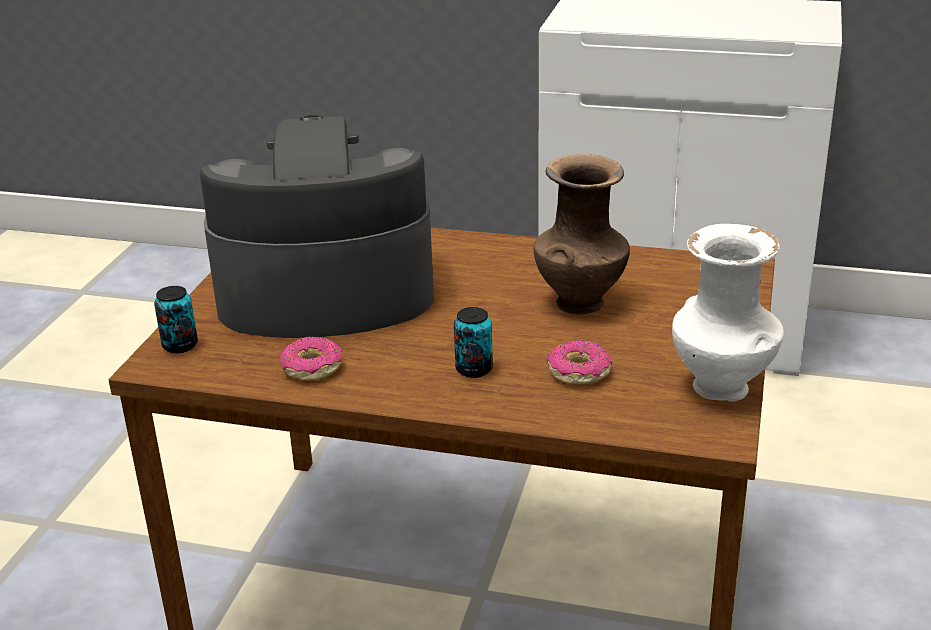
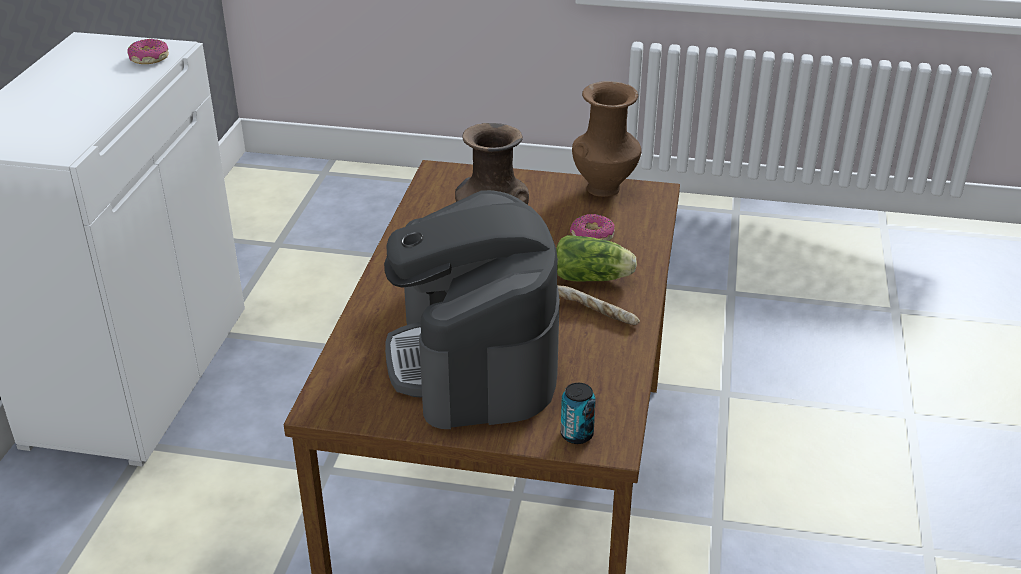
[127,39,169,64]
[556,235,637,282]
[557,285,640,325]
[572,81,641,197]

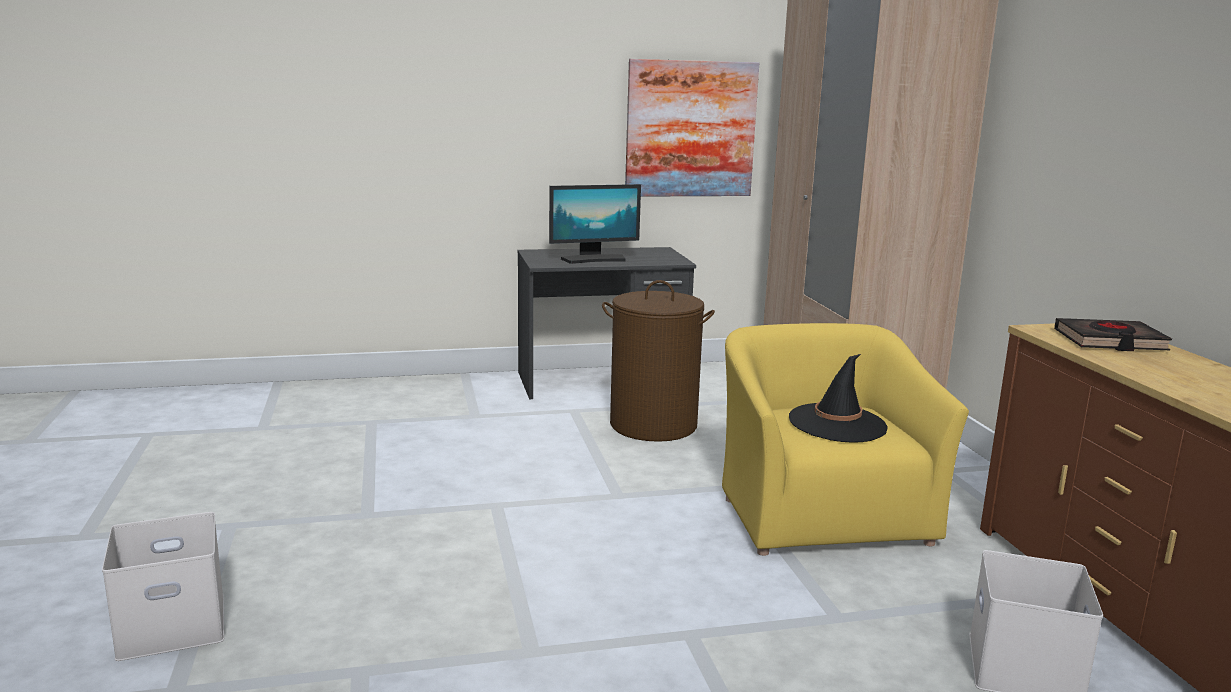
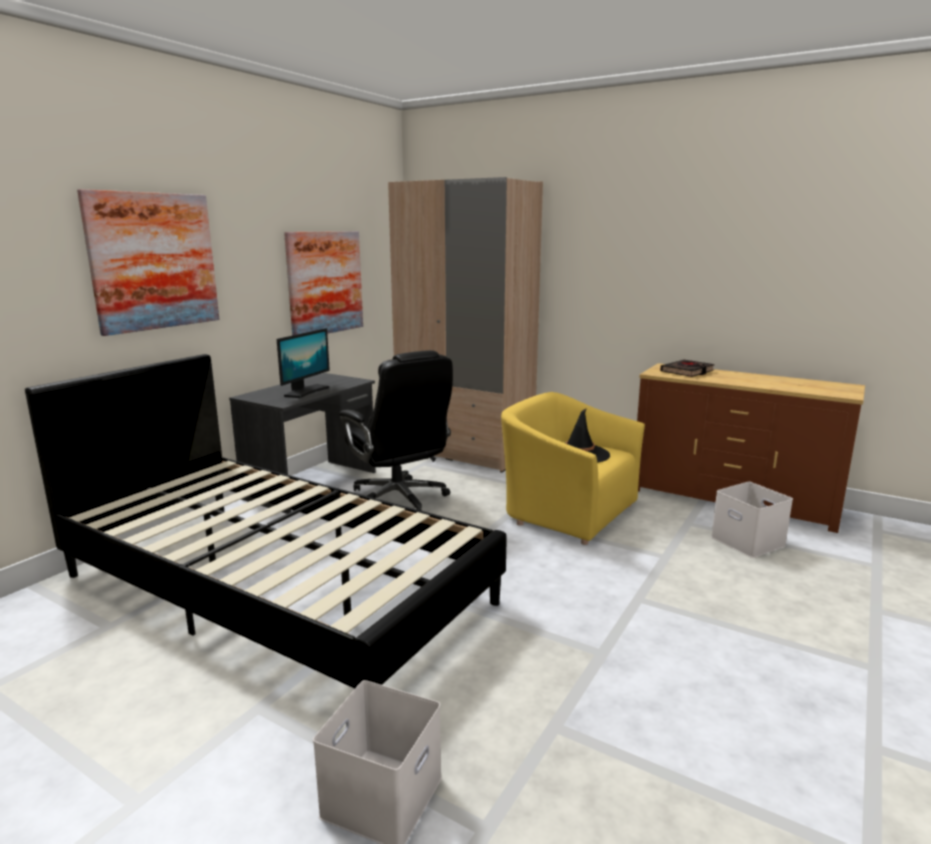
[25,354,507,689]
[77,189,219,336]
[339,350,453,511]

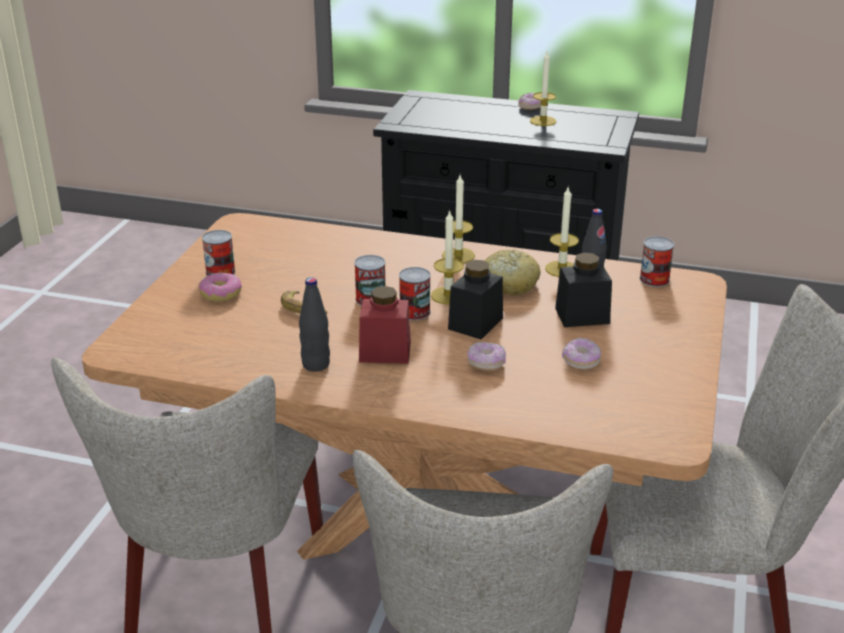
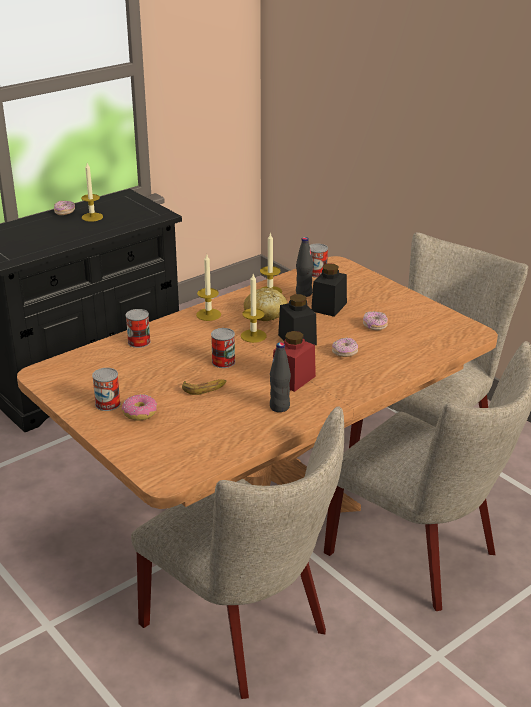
[126,309,151,348]

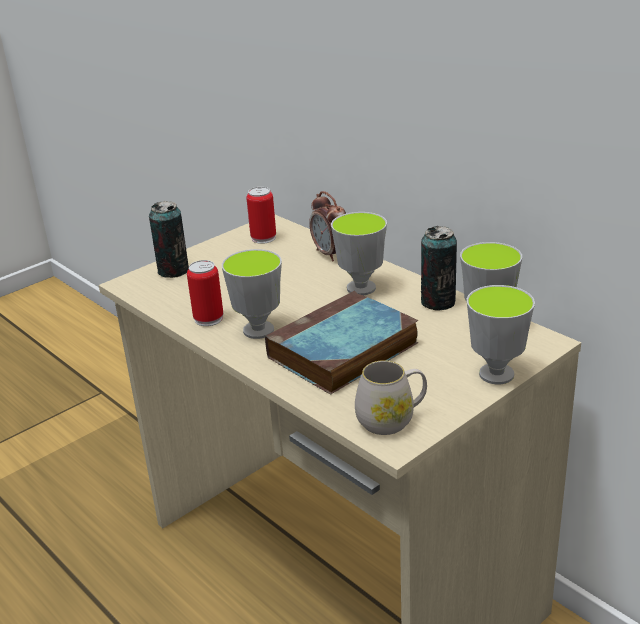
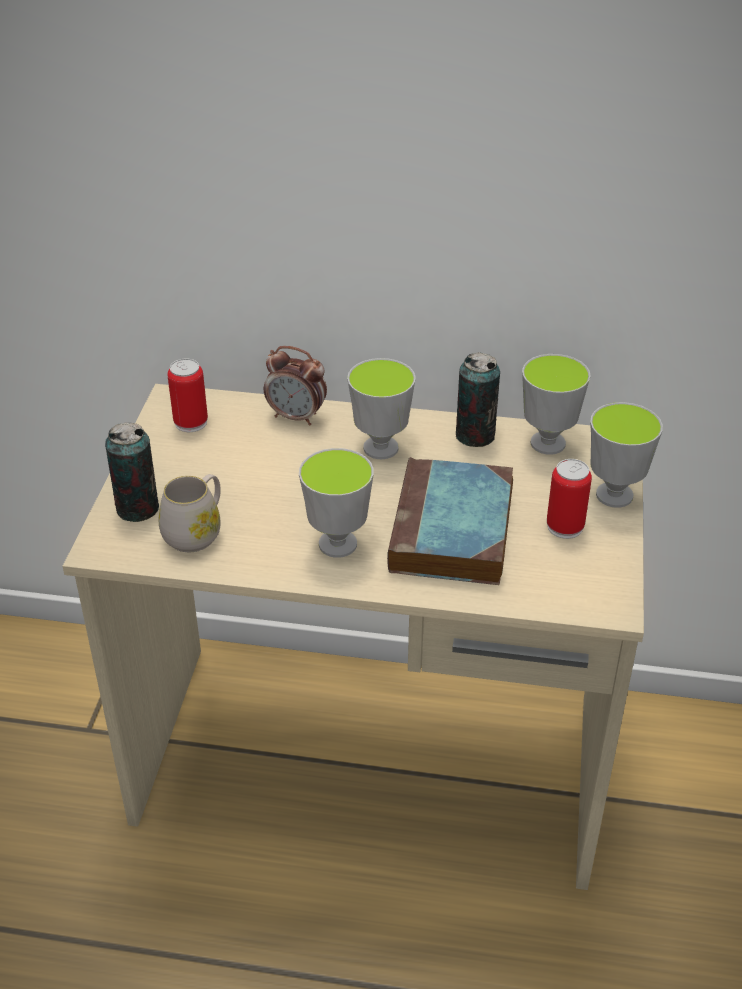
[159,474,221,552]
[547,459,592,539]

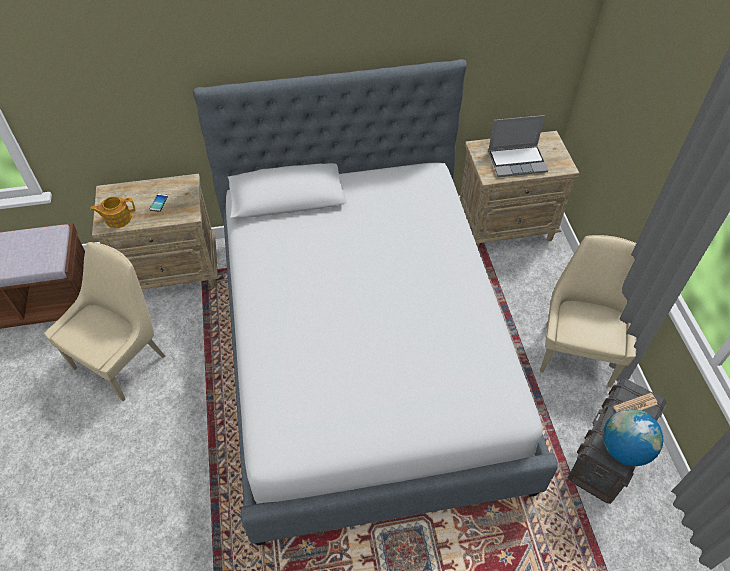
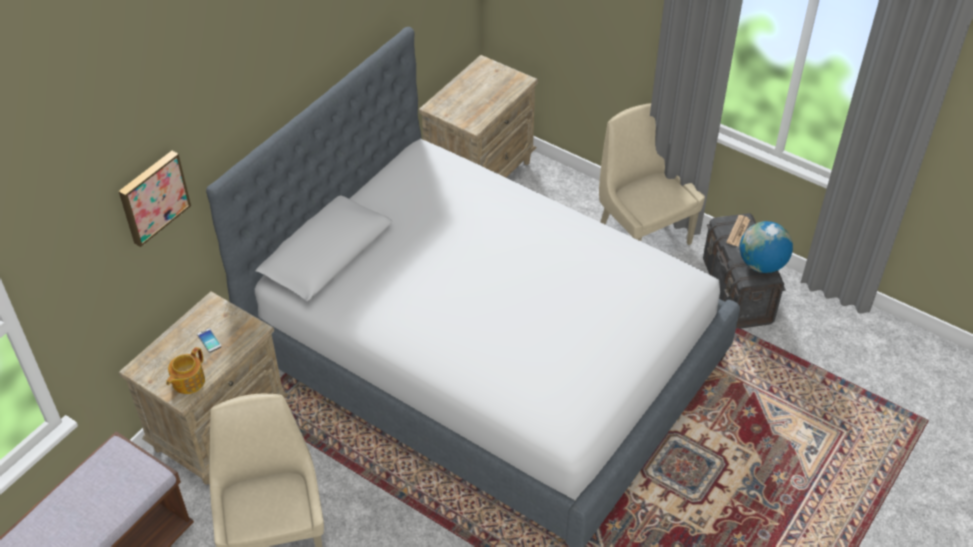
[119,151,191,247]
[488,115,548,177] (first image)

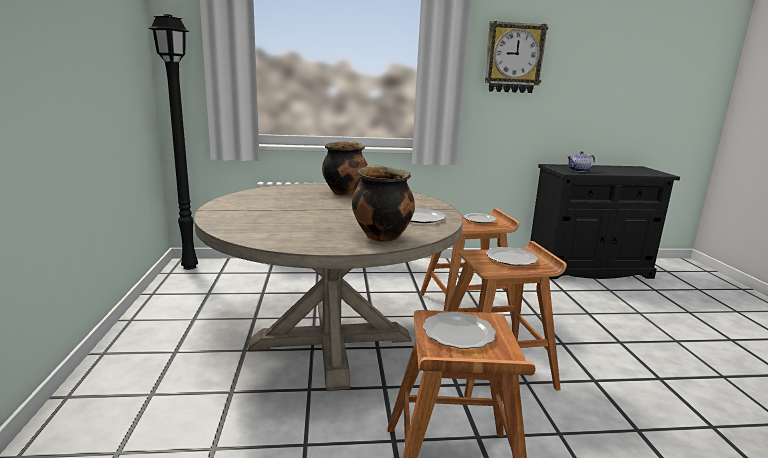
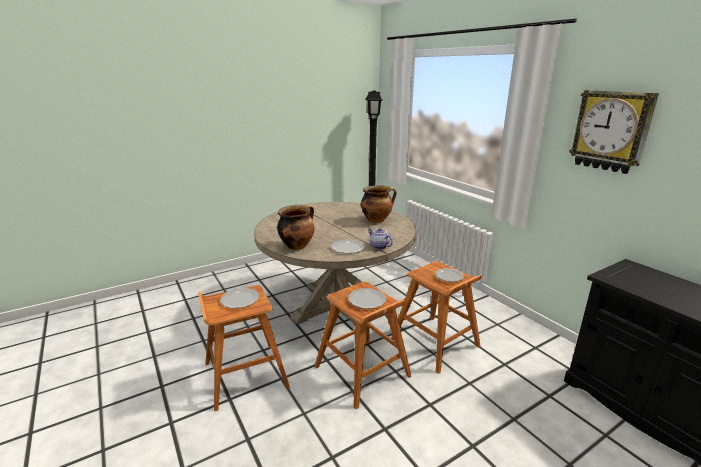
[368,228,393,249]

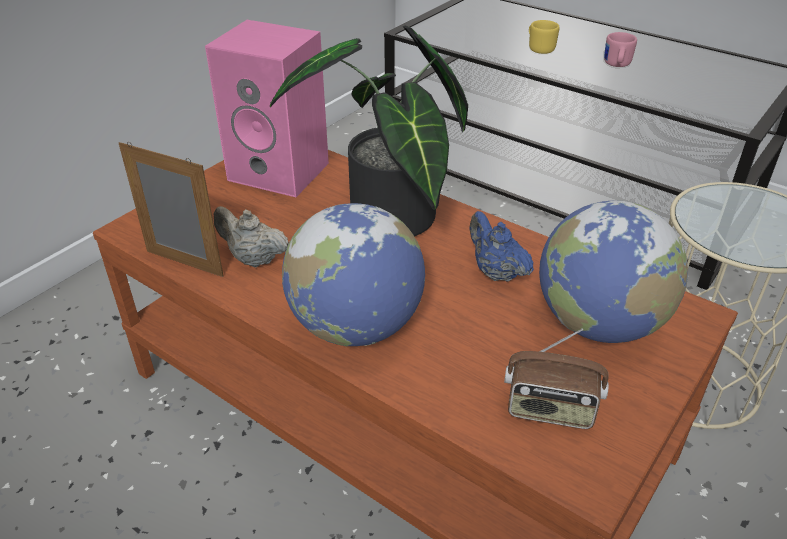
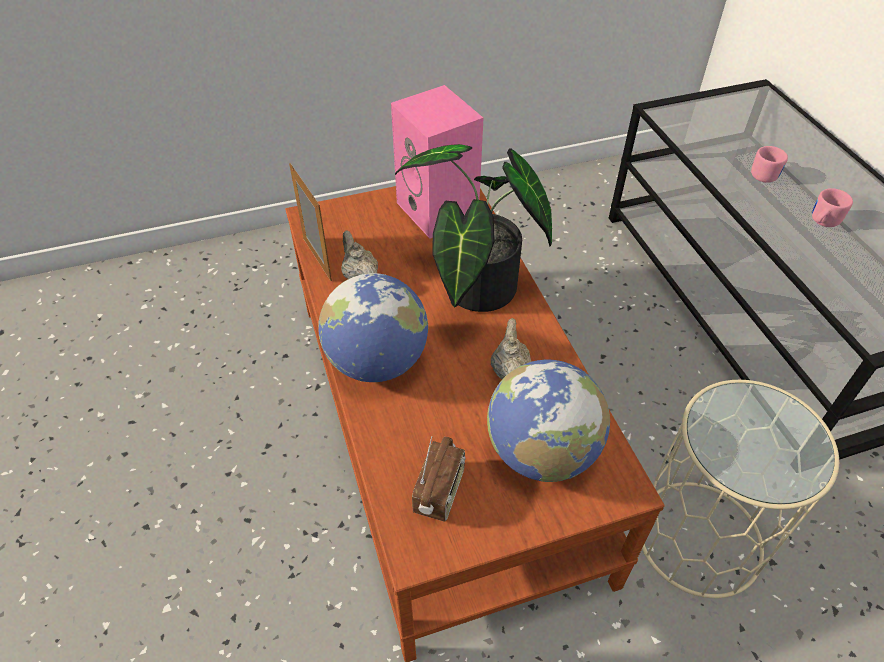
[412,436,466,522]
[491,318,532,379]
[751,146,788,183]

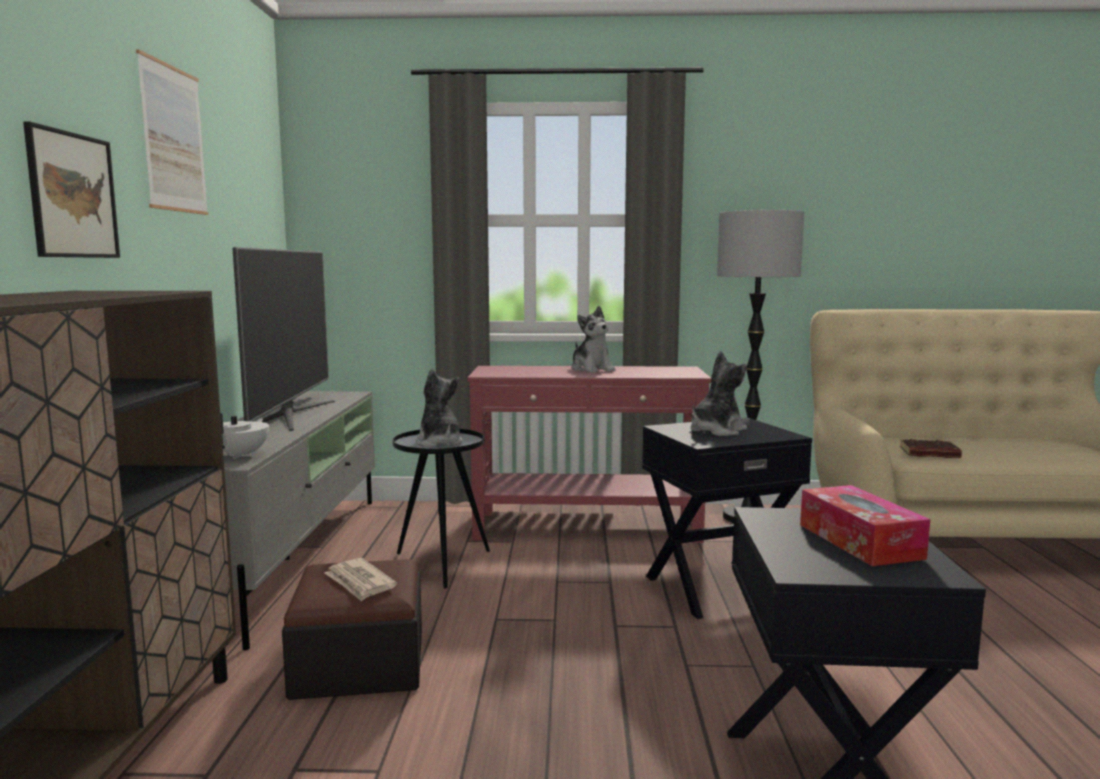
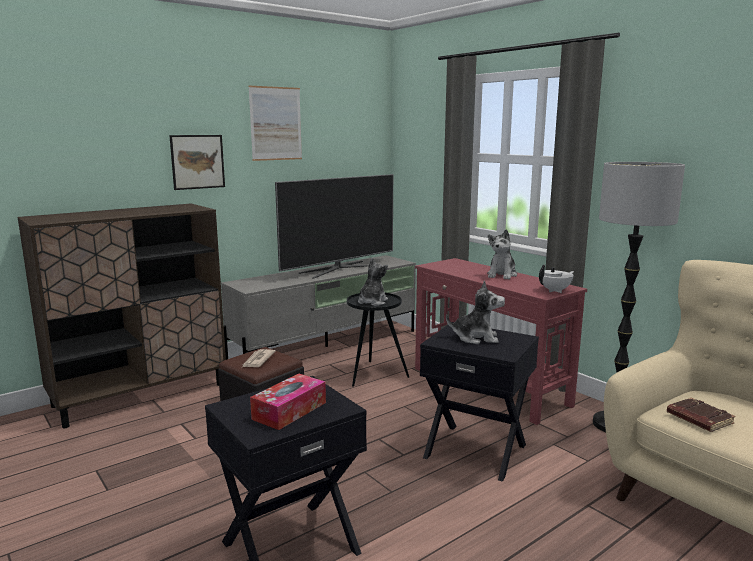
[539,265,574,293]

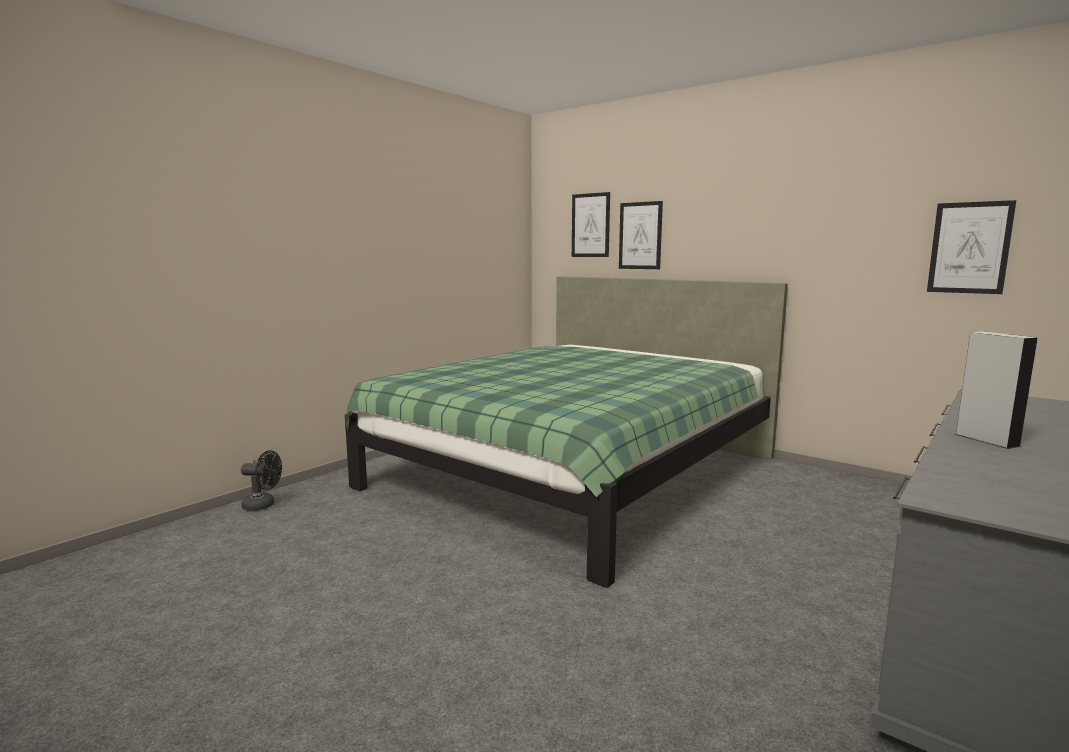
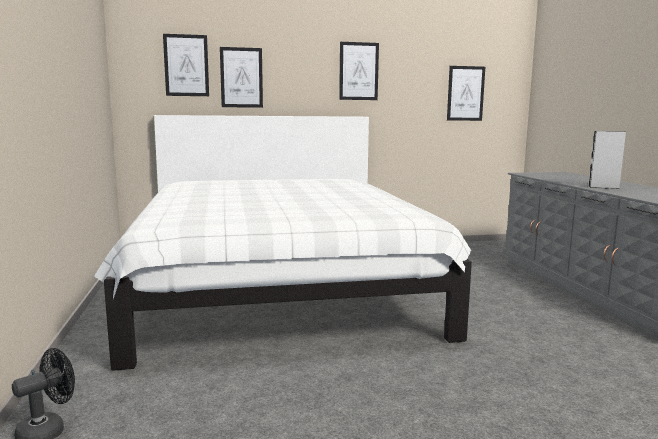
[94,115,472,371]
[339,42,379,100]

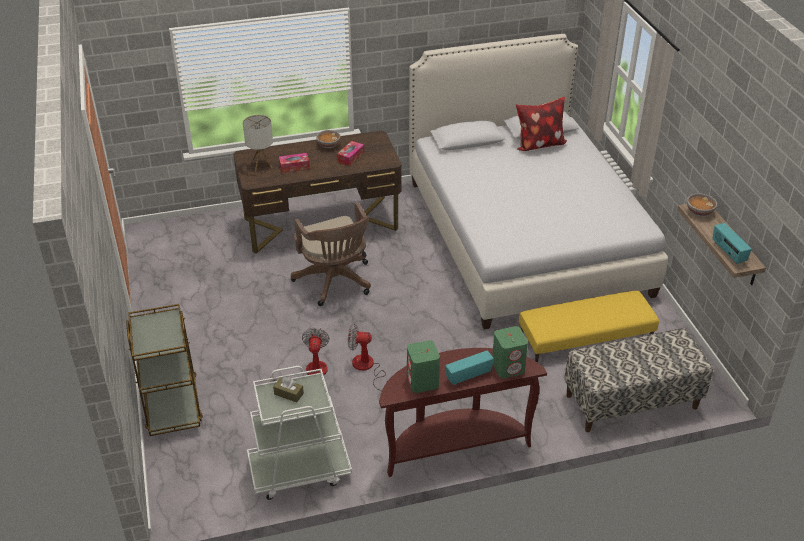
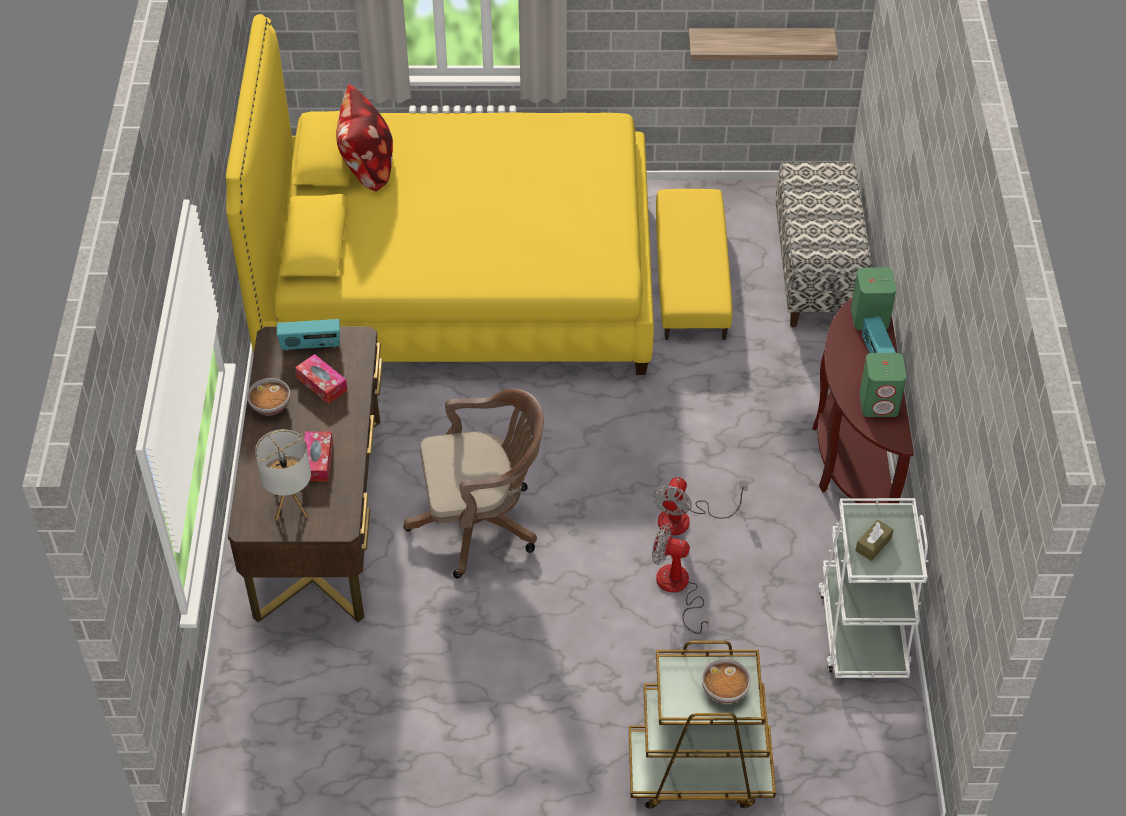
[226,14,654,375]
[277,319,340,351]
[702,658,751,704]

